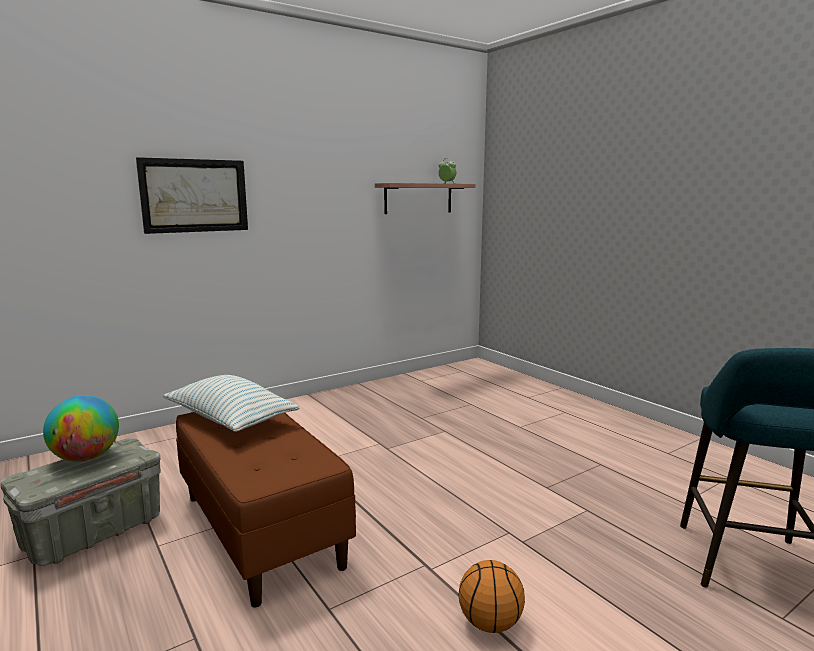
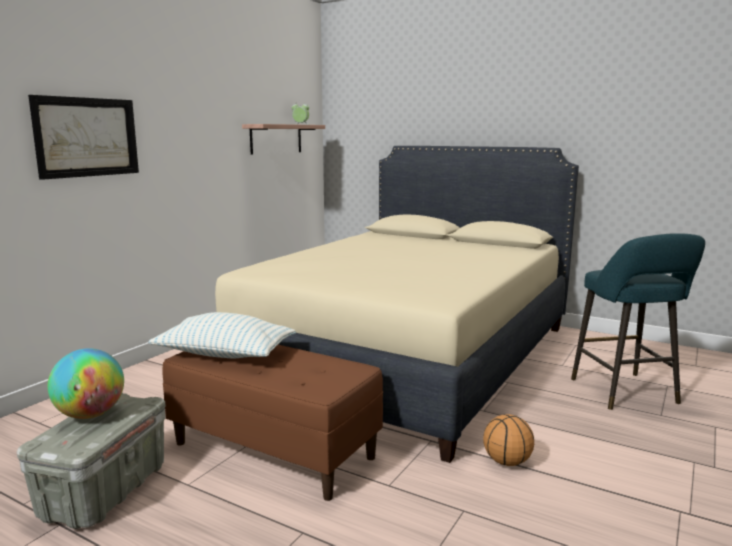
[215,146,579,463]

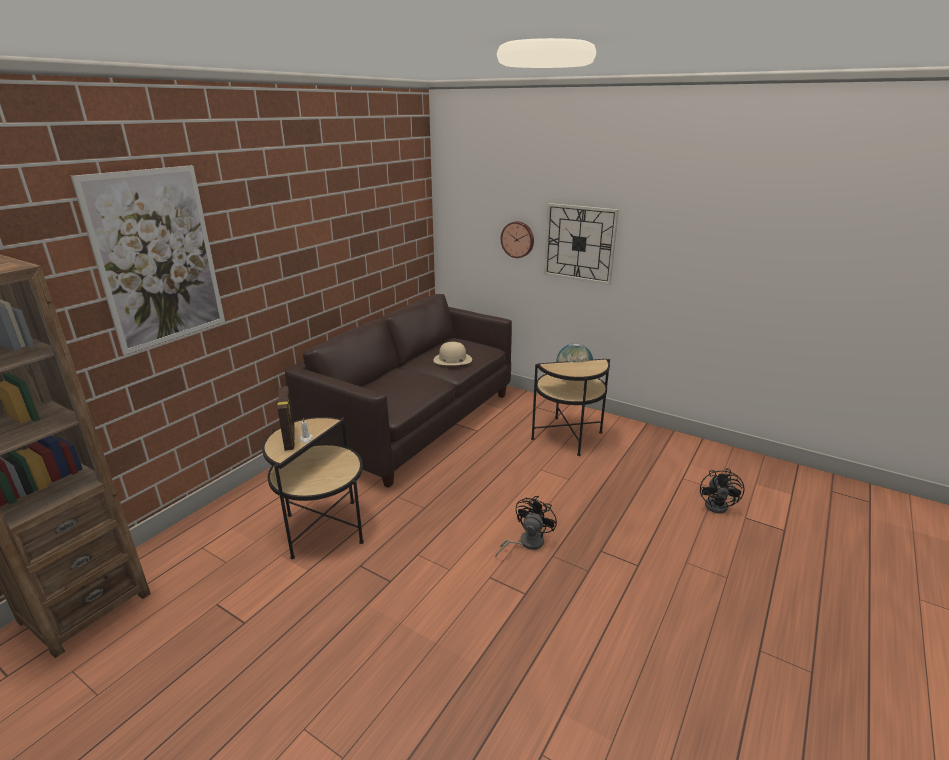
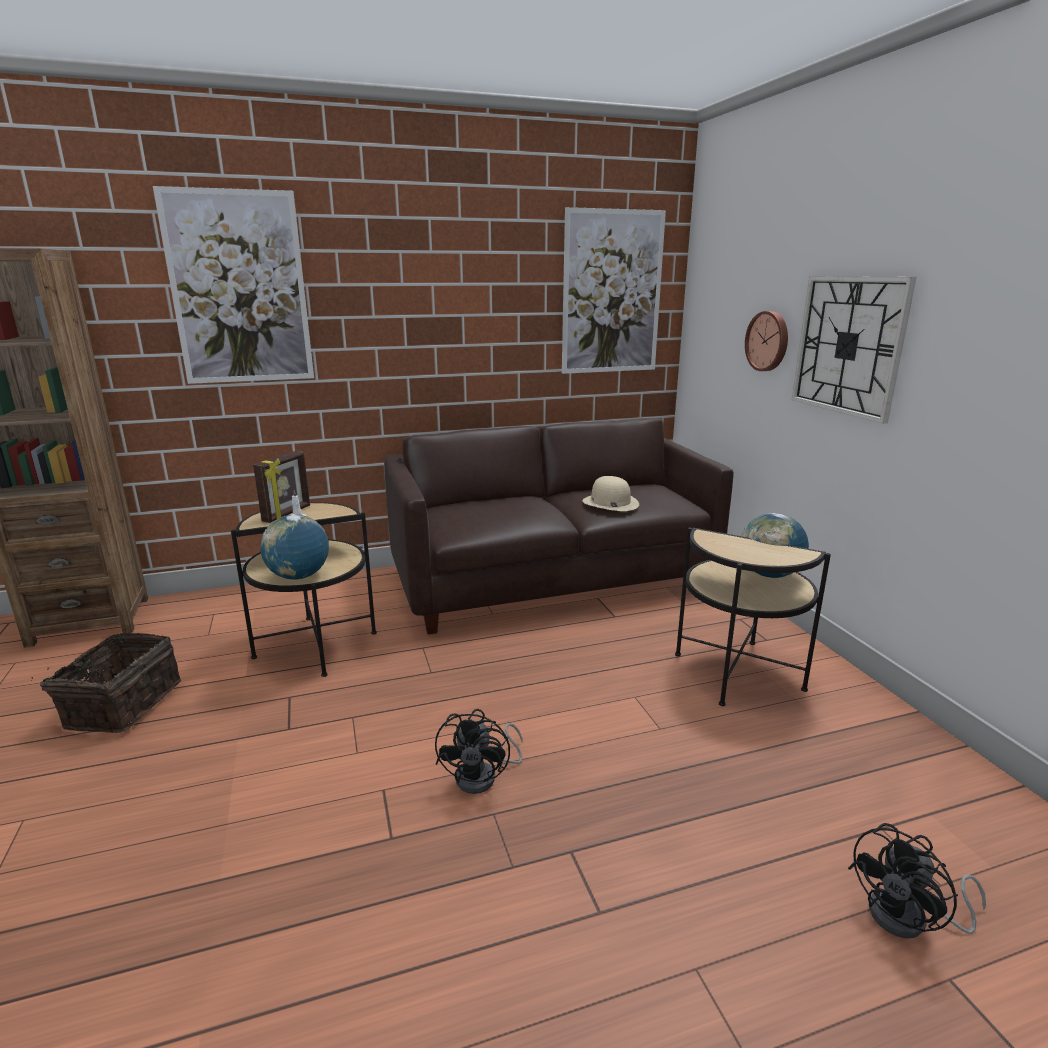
[31,633,181,733]
[260,514,329,580]
[435,709,523,794]
[562,207,666,374]

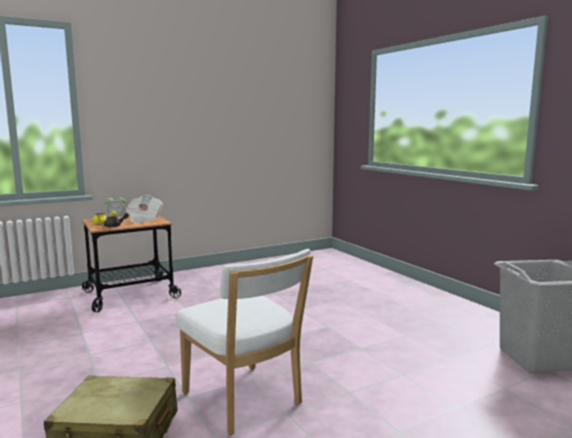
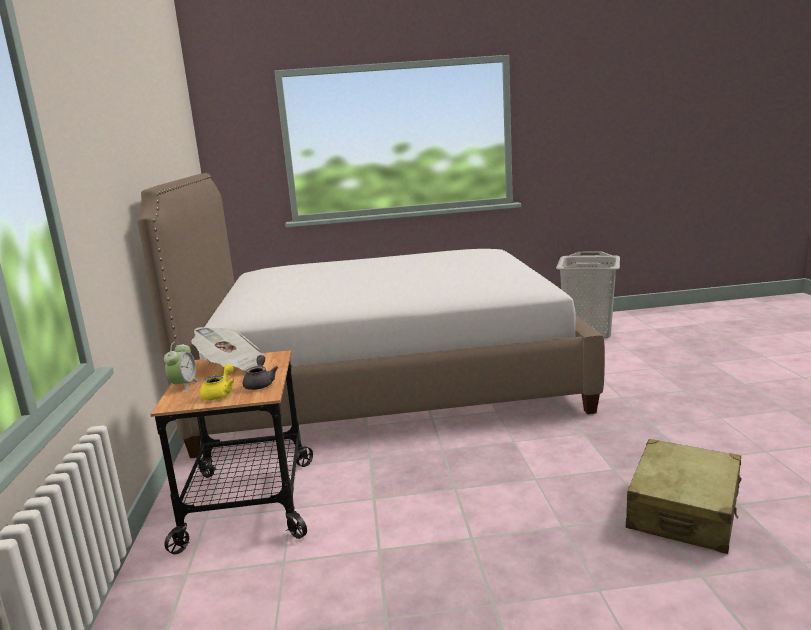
[137,173,605,458]
[176,249,313,435] (first image)

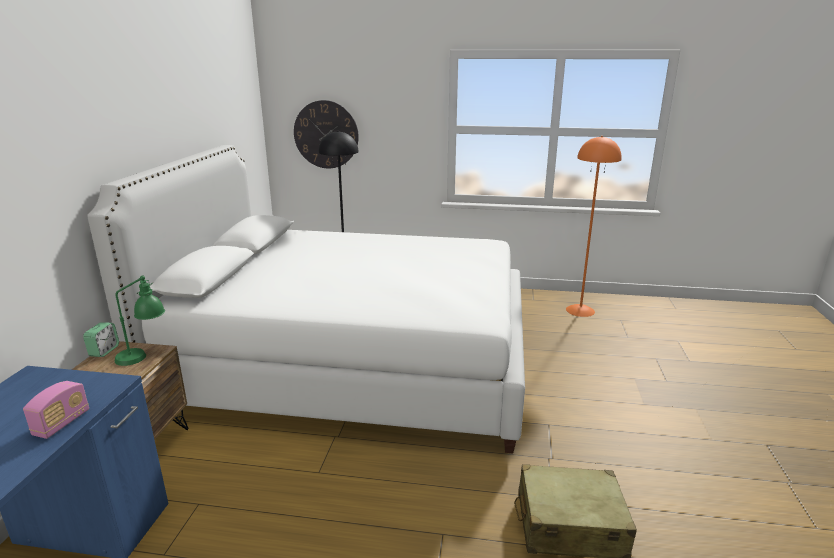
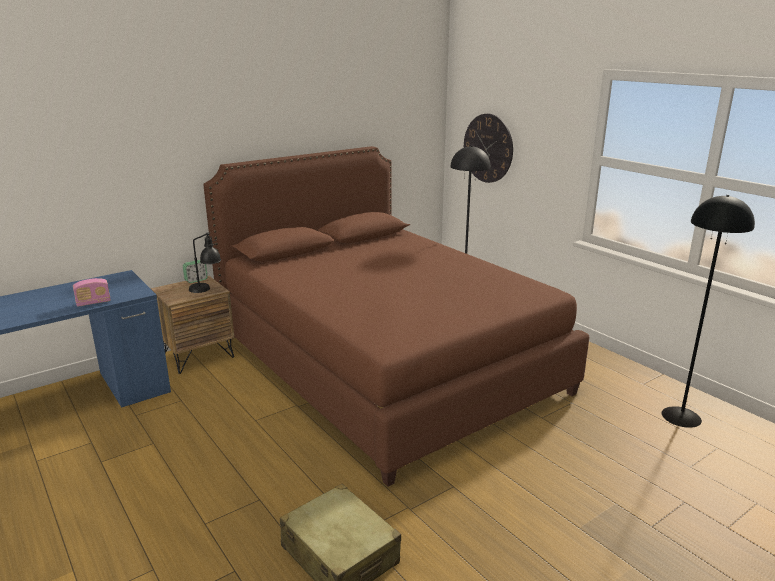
[189,232,221,293]
[203,146,590,487]
[661,195,755,428]

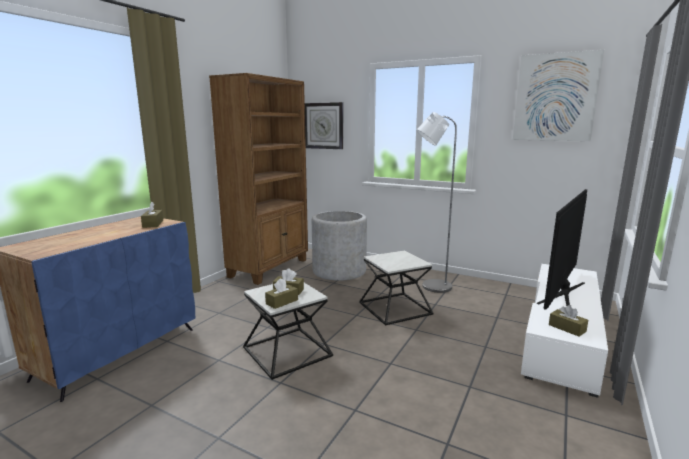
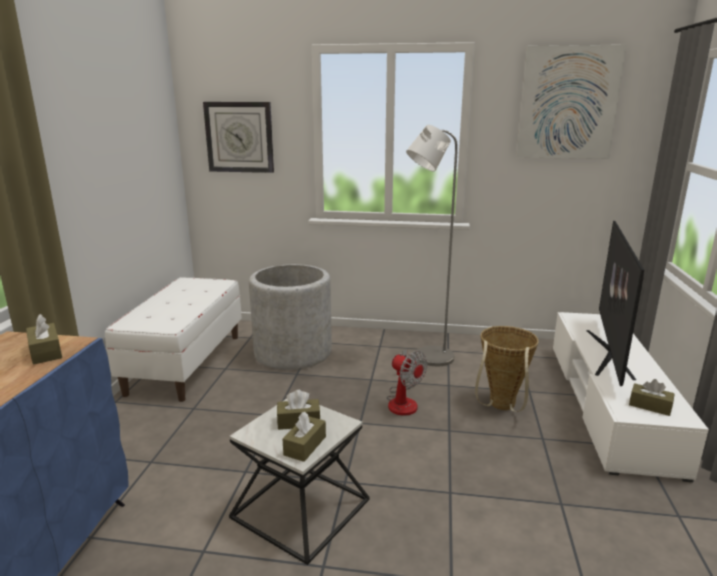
[105,277,242,402]
[387,349,427,416]
[475,326,538,412]

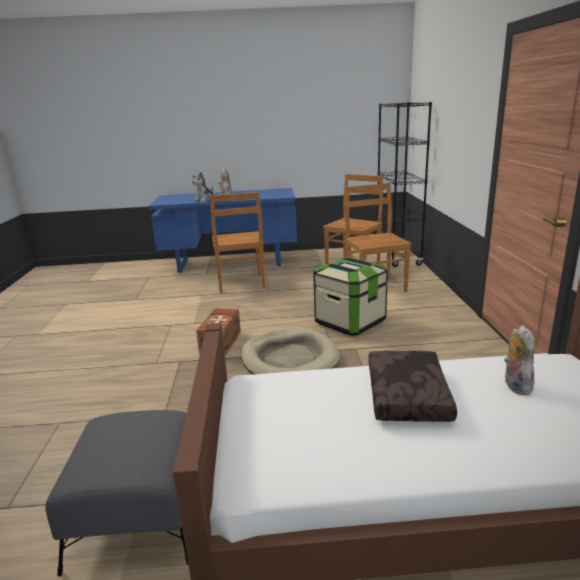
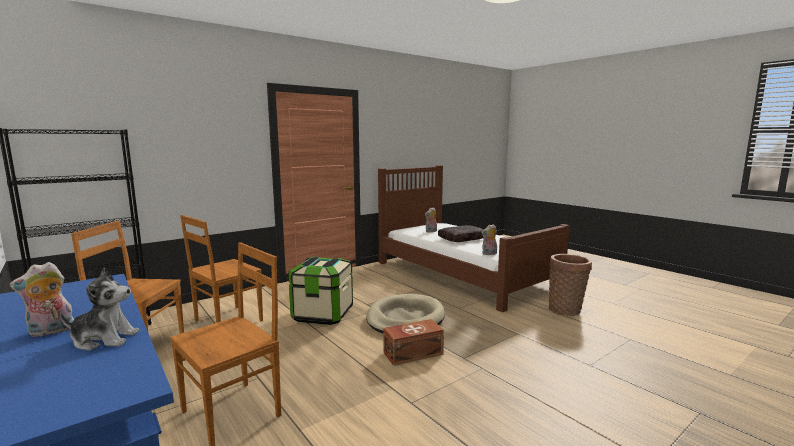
[481,224,497,255]
[549,254,592,316]

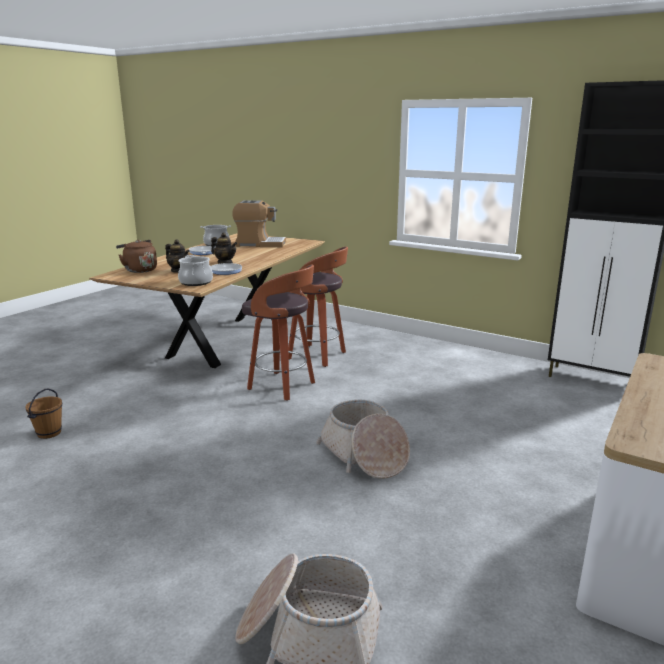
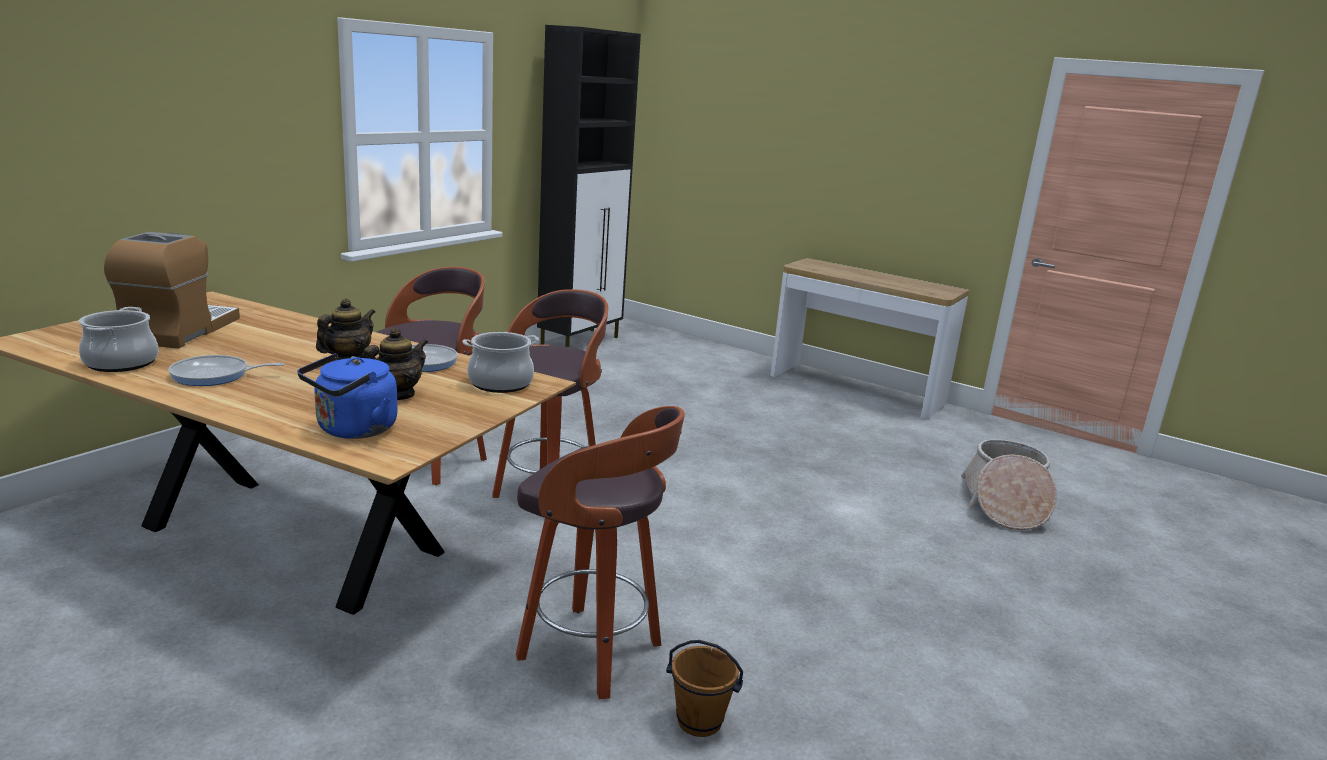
[297,353,398,439]
[516,406,685,700]
[316,400,410,479] (first image)

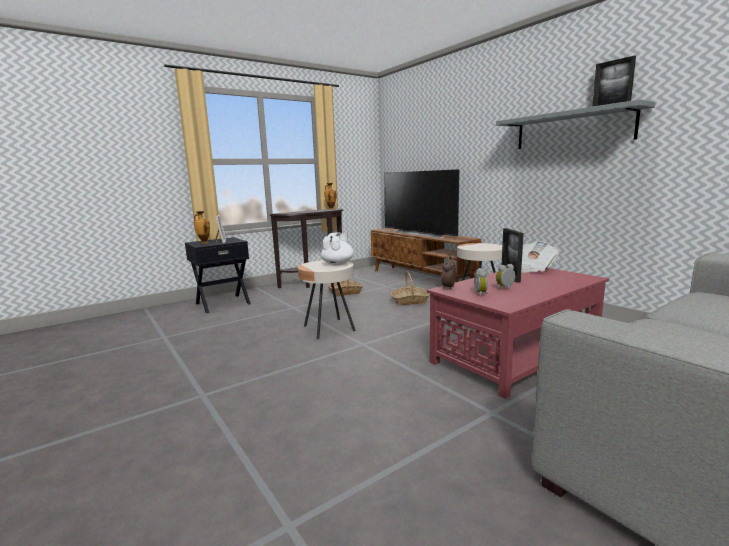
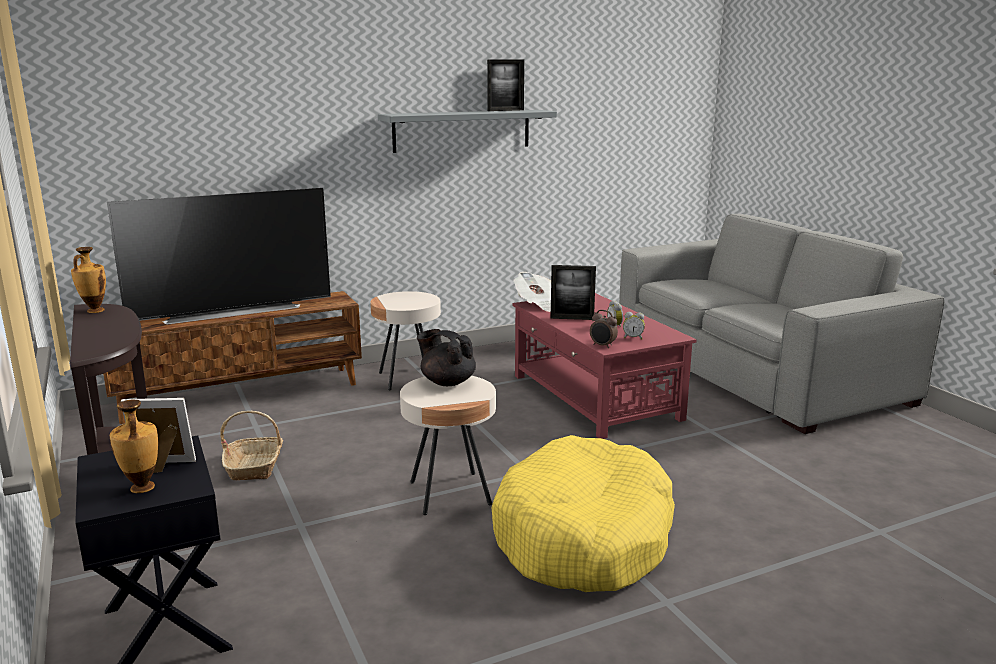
[417,329,476,386]
[492,435,675,592]
[390,271,430,305] (first image)

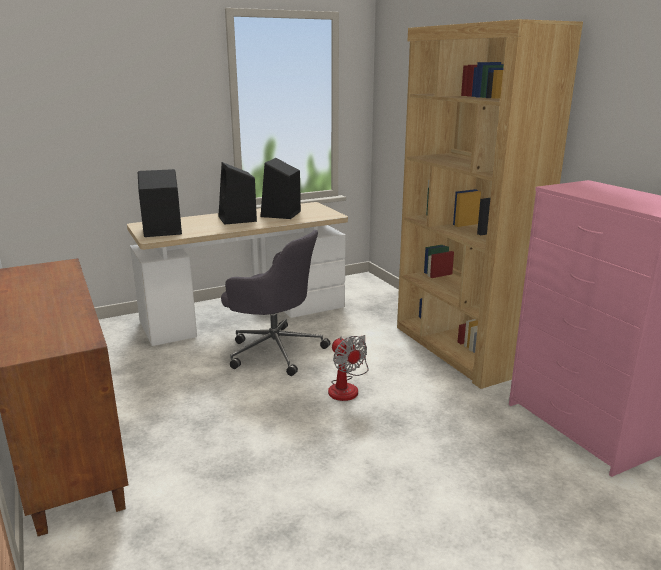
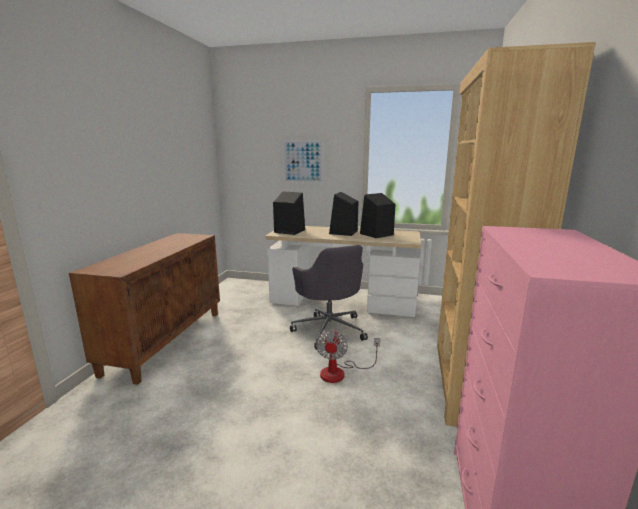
[283,140,323,183]

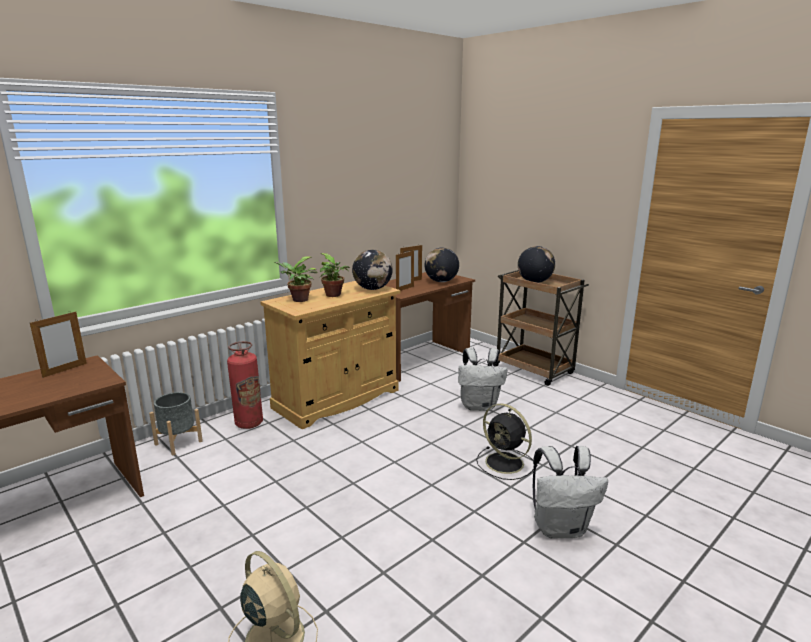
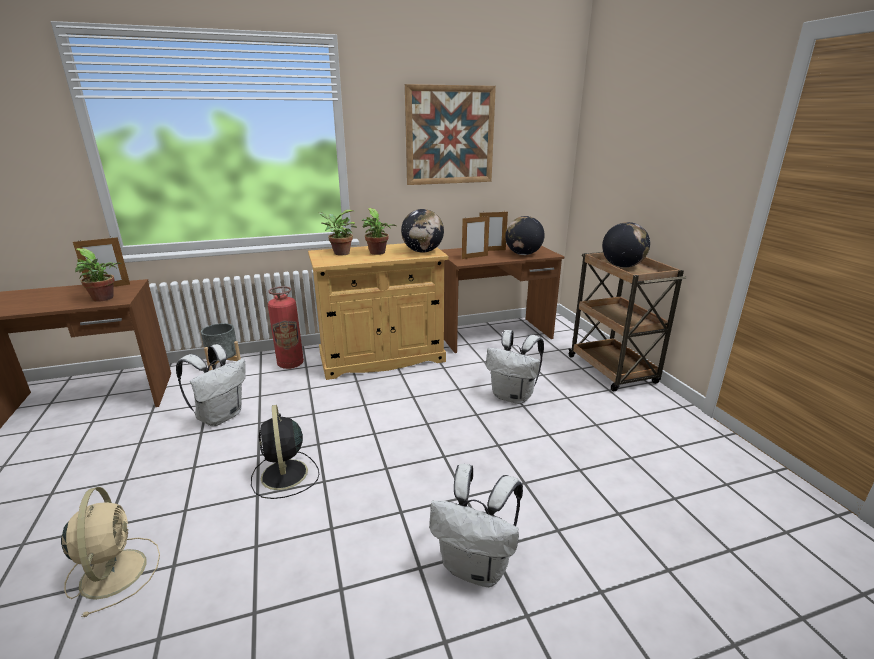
[75,248,121,302]
[176,344,246,426]
[251,405,319,499]
[405,84,496,185]

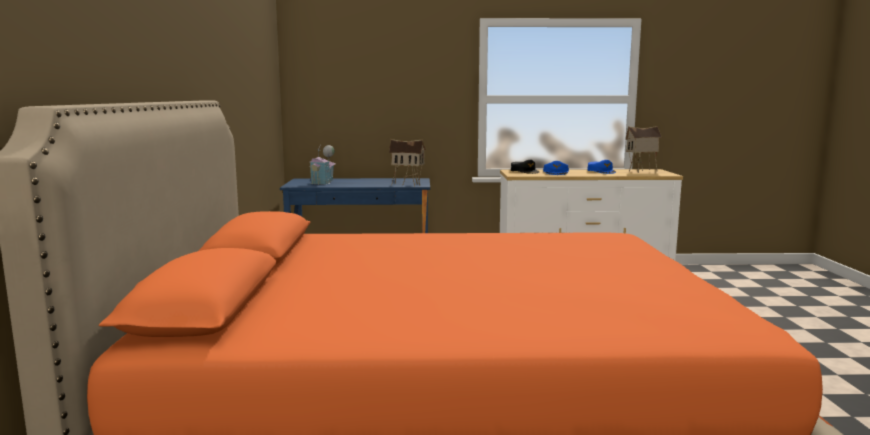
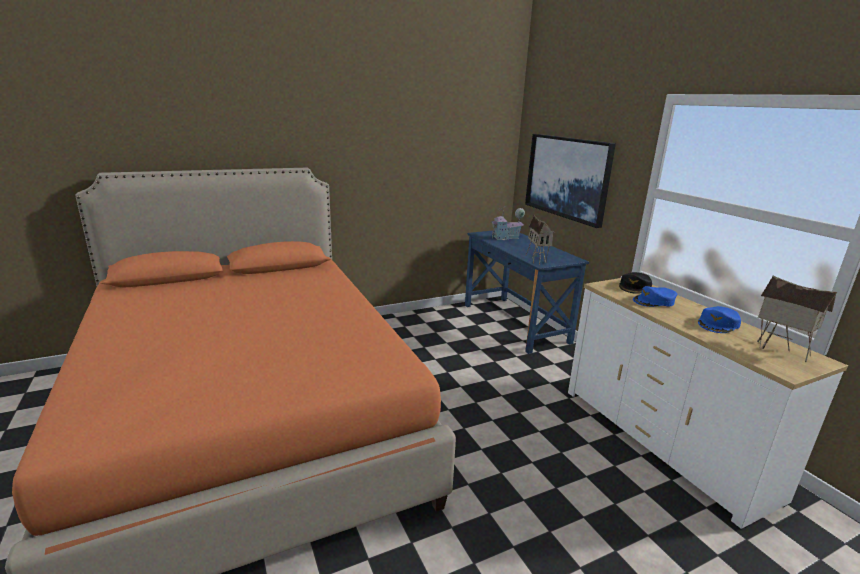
[525,134,616,228]

